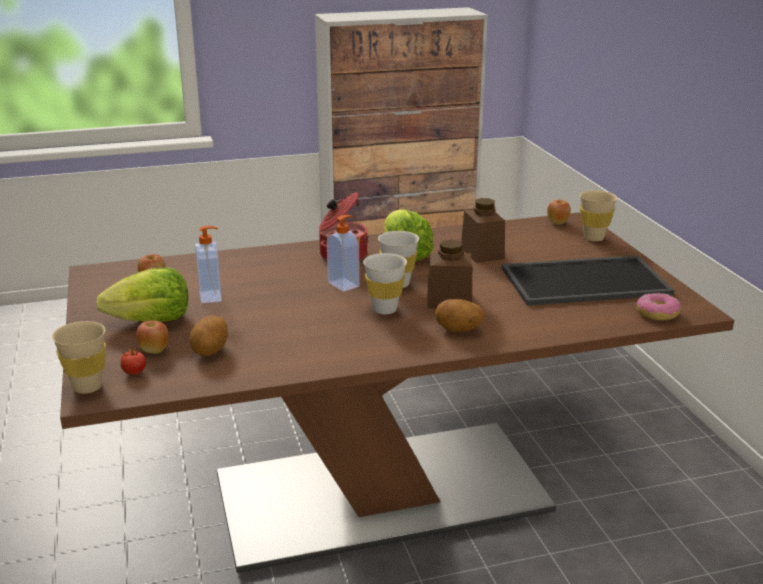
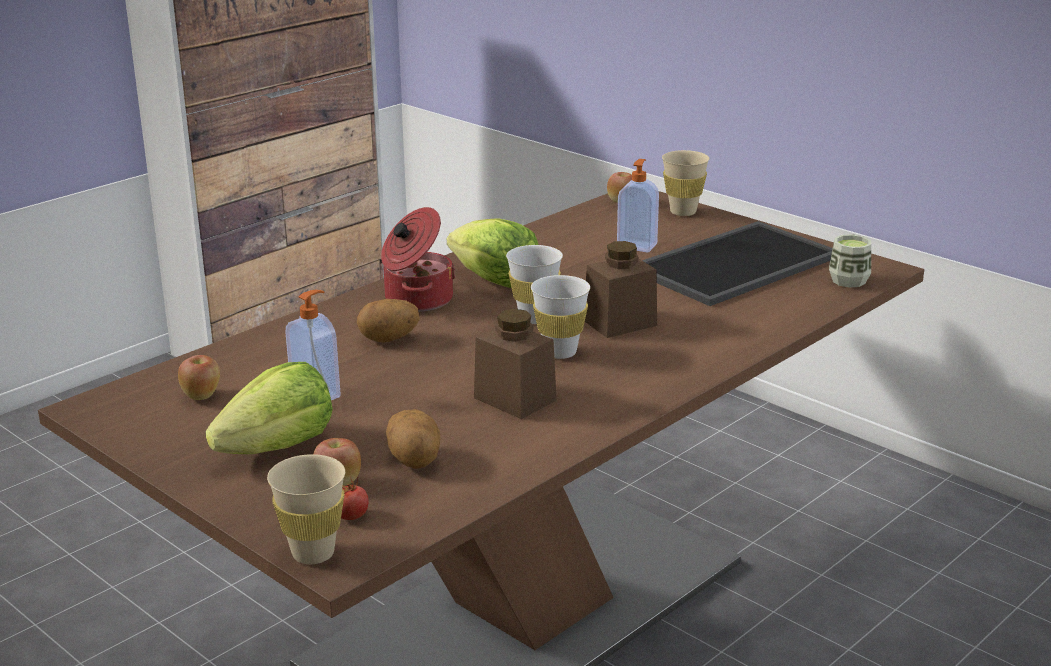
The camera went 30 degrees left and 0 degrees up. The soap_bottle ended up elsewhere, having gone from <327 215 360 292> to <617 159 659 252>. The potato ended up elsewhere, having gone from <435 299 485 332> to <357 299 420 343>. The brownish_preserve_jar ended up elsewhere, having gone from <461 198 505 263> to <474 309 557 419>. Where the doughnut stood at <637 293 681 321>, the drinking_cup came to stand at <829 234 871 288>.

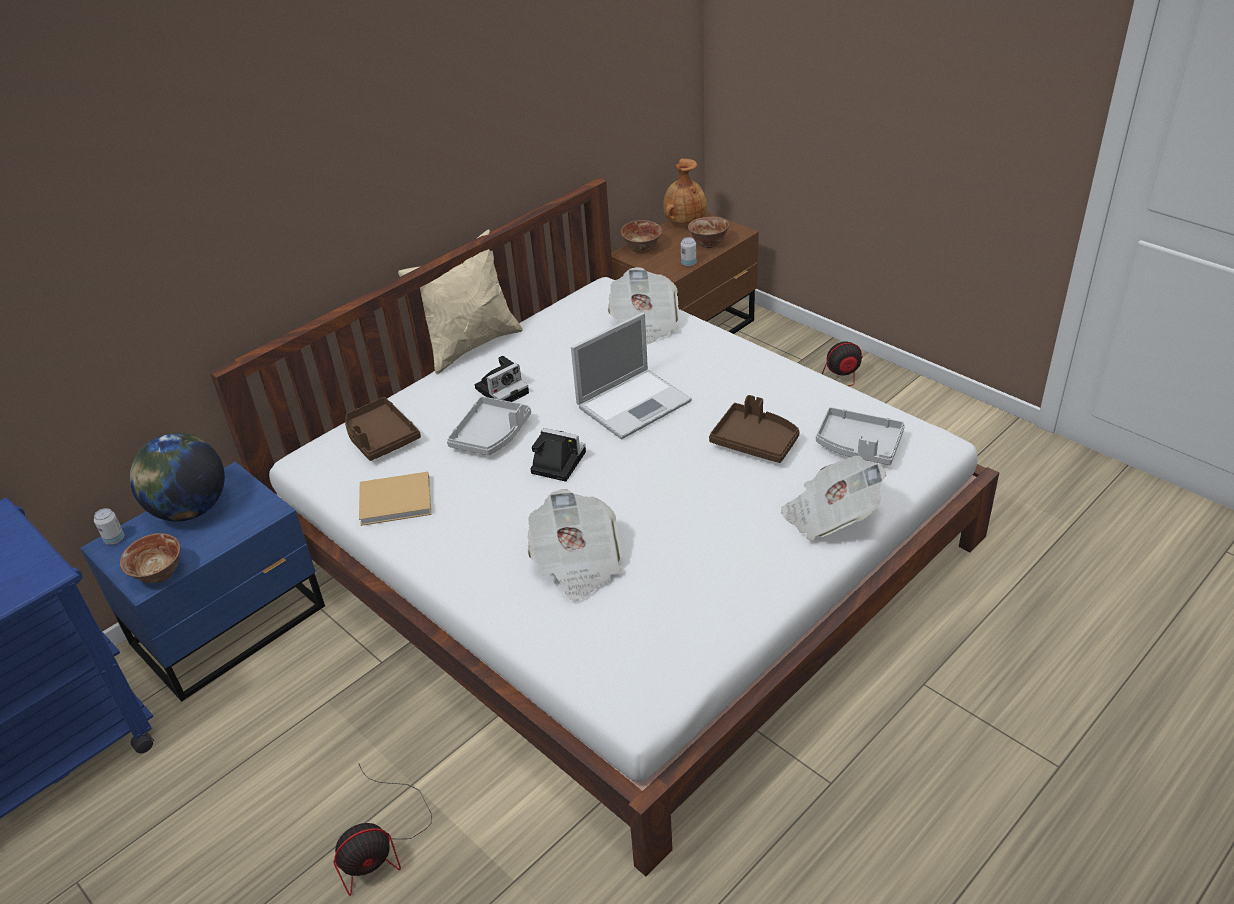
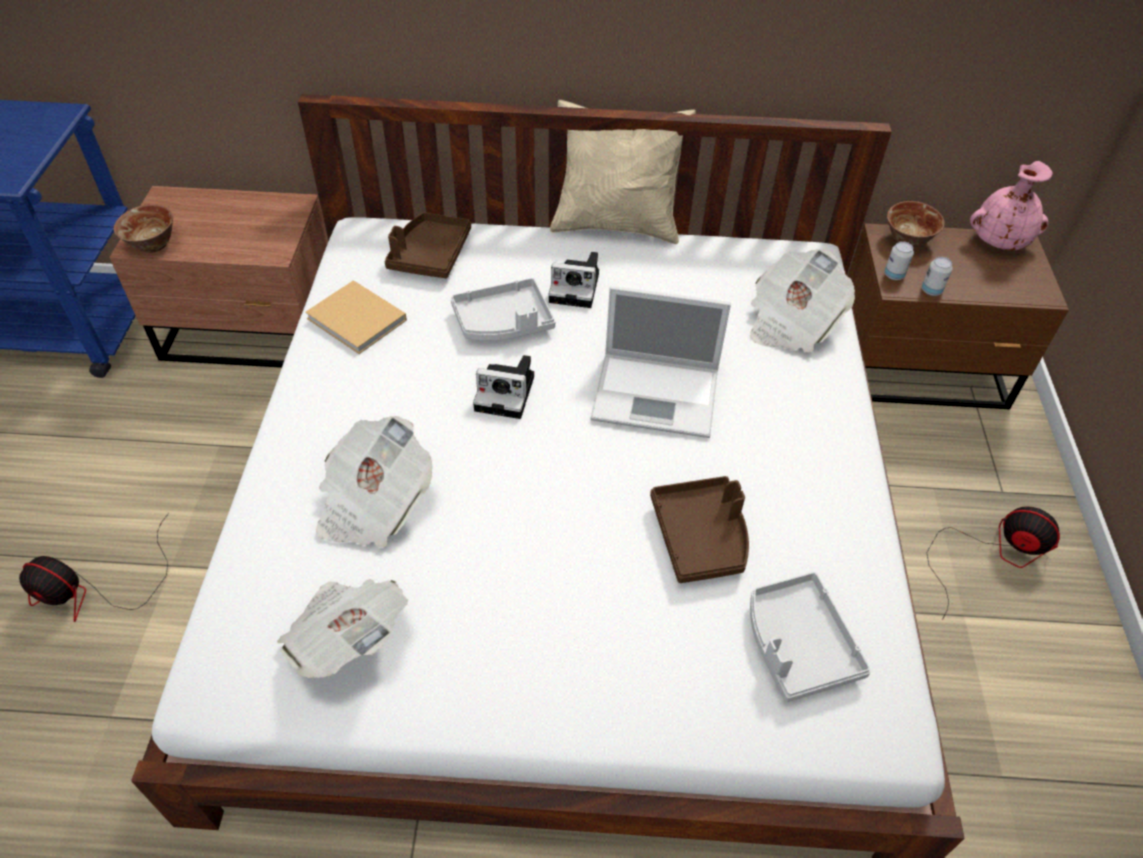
The camera went 45 degrees right and 10 degrees up. The second view lost the globe at <130 433 225 521>. The second view lost the bowl at <688 217 729 248>. The metal_can ended up elsewhere, having gone from <94 508 124 545> to <884 241 914 280>. The printed_paper ended up elsewhere, having gone from <781 456 886 541> to <277 579 408 678>. What was the blue_night_table at <80 462 325 702> turned into the brownish_night_table at <109 186 328 368>. What was the brownish_vase at <663 159 707 224> turned into the pink-coloured_vase at <970 161 1053 250>. The photo_camera at <531 428 586 482> ended up facing another way, 120 degrees clockwise from before.

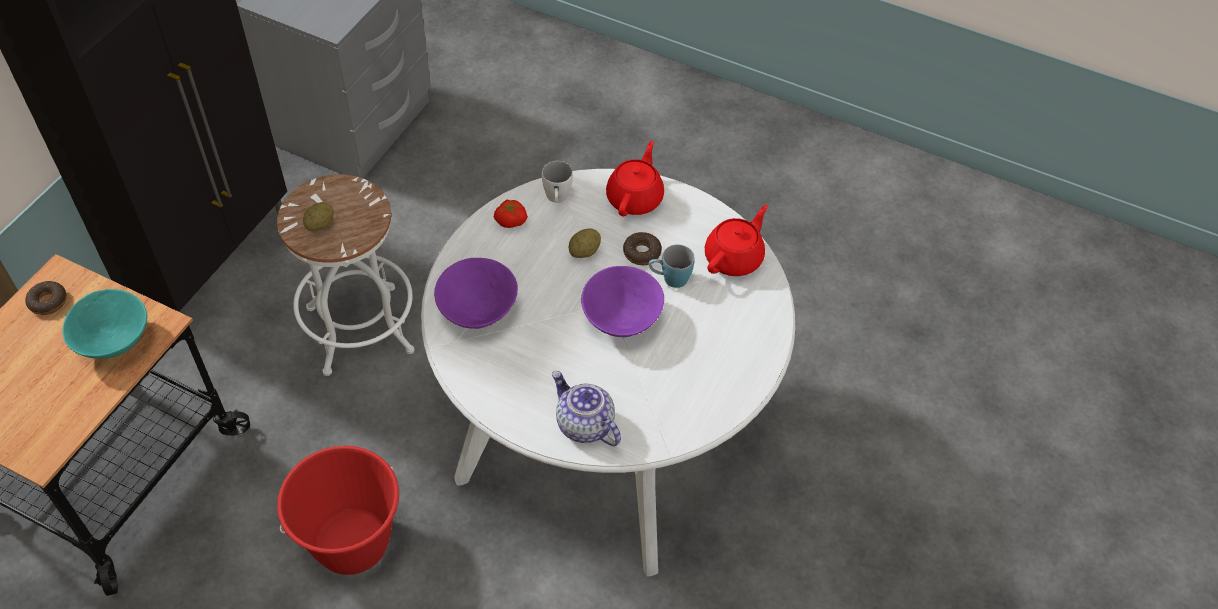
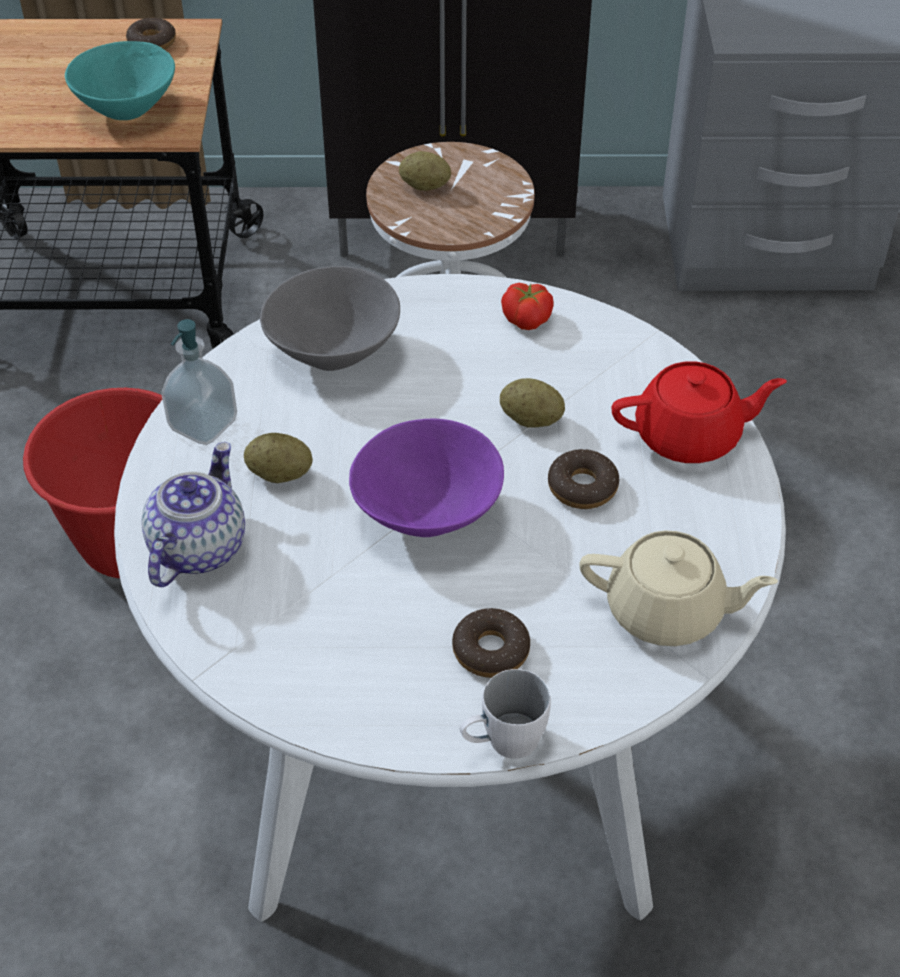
The camera went 65 degrees right and 5 degrees down. The second view lost the blue_coffee_mug at <649 244 695 288>. The second view gained the soap_bottle at <161 319 237 445>. The second view gained the potato at <244 433 313 483>. The second view gained the doughnut at <452 608 530 678>. The whitish_coffee_mug ended up elsewhere, having gone from <542 161 573 203> to <460 669 551 759>. What was the purplish_bowl at <434 258 518 329> turned into the greyish_bowl at <260 266 400 371>. What was the reddish_tea_pot at <705 205 768 276> turned into the beige-coloured_tea_pot at <580 530 778 646>.

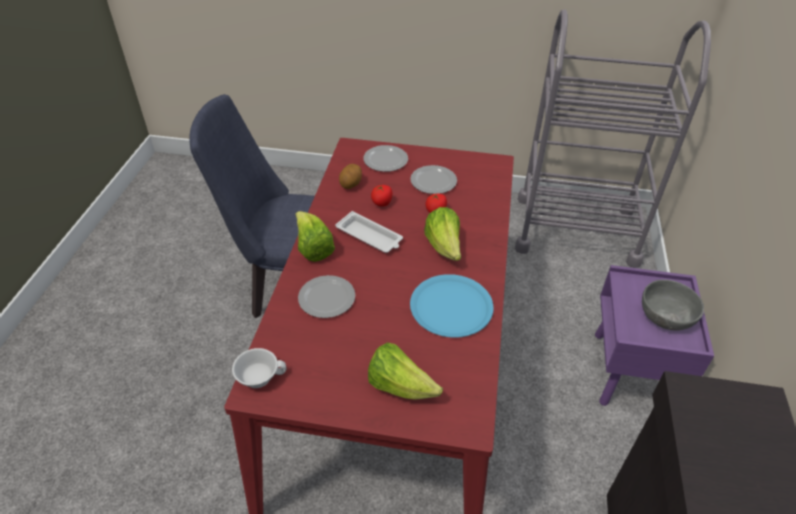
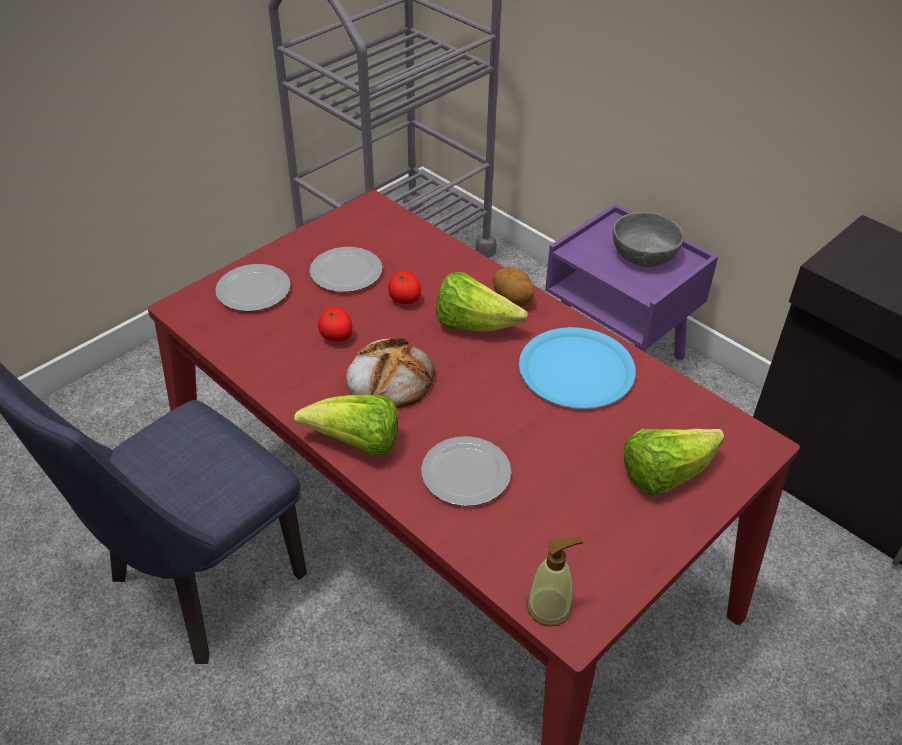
The camera went 55 degrees left and 0 degrees up. The potato ended up elsewhere, having gone from <339 164 362 189> to <493 267 534 307>. Where the whitish_drinking_cup stood at <232 348 286 388>, the soap_bottle came to stand at <526 537 583 626>. Where the whitish_carrying_tray stood at <335 211 403 253>, the bread came to stand at <346 338 435 408>.

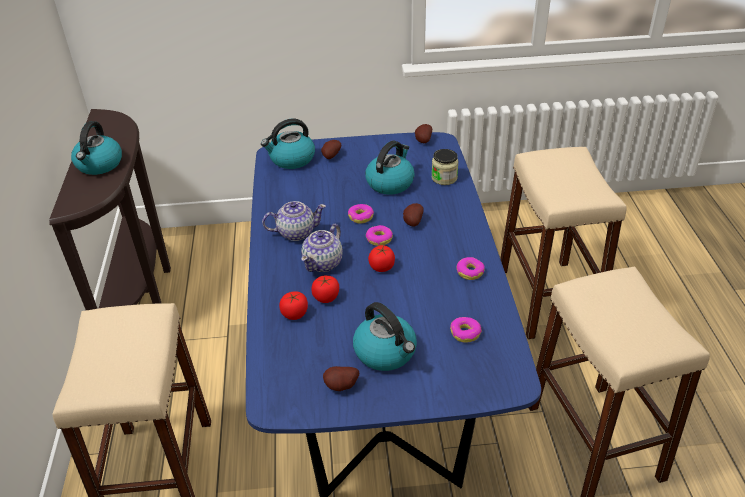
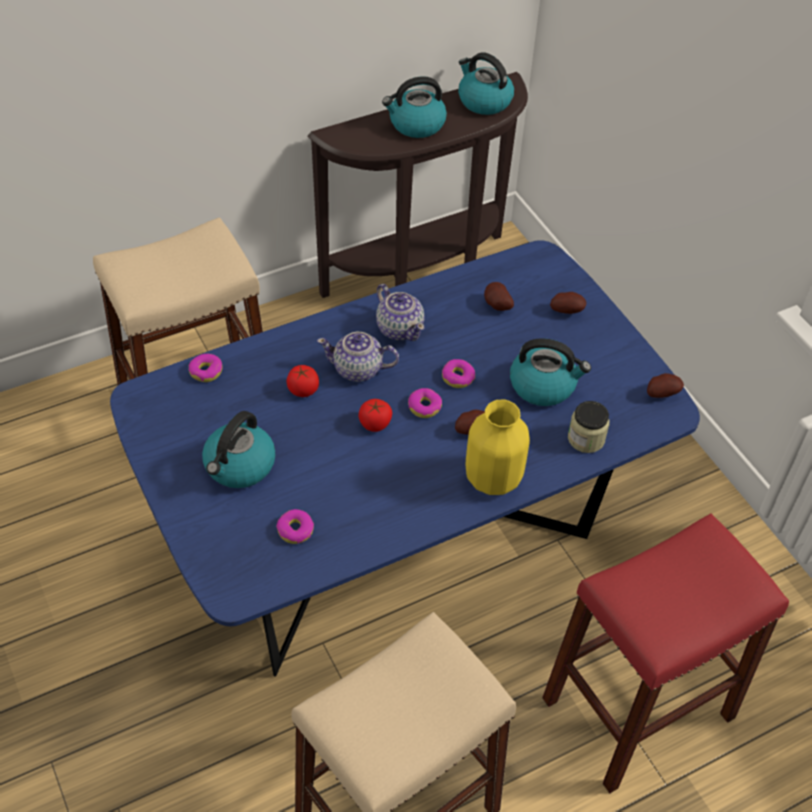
The camera went 65 degrees right and 10 degrees up. The second view lost the whole_tomato at <279 291 308 320>. The second view gained the yellow_vase at <466 400 530 495>. The water_kettle ended up elsewhere, having gone from <261 119 315 169> to <458 53 514 115>. The potato ended up elsewhere, having gone from <323 366 359 391> to <484 282 514 311>. The doughnut ended up elsewhere, having gone from <457 257 485 280> to <189 354 222 382>. What was the beige-coloured_sitting_stool at <500 147 627 339> turned into the reddish_sitting_stool at <542 513 789 793>.

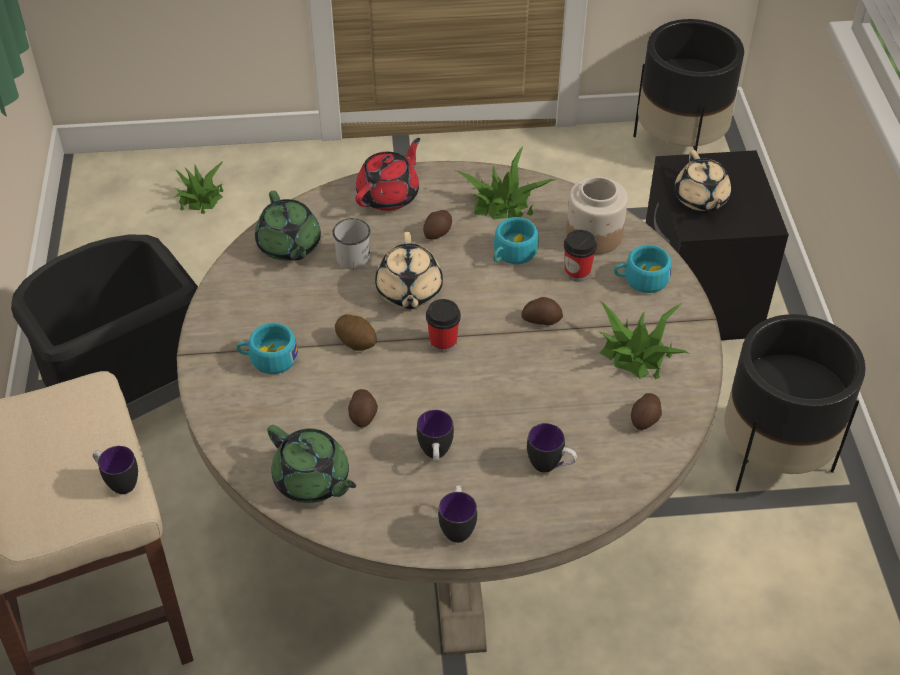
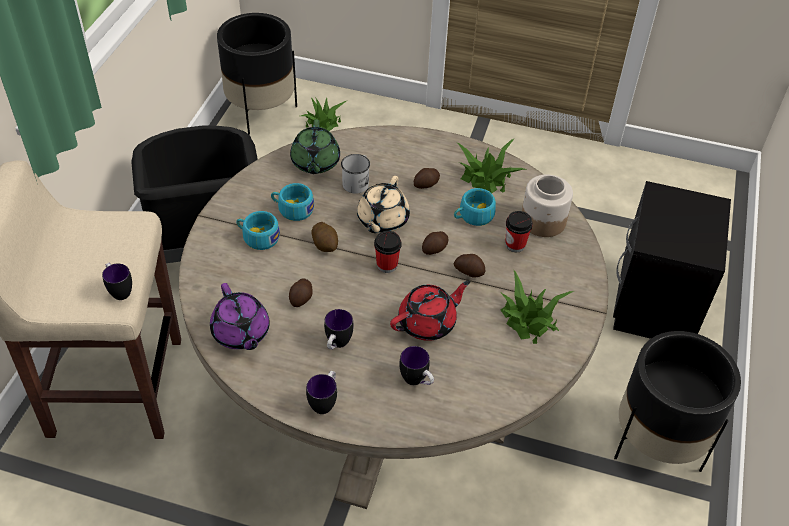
The camera went 20 degrees right and 0 degrees up. The second view lost the beige-coloured_tea_pot at <674 150 731 211>. The reddish_tea_pot ended up elsewhere, having gone from <356 138 420 211> to <390 281 470 341>. The turquoise-coloured_drinking_cup ended up elsewhere, having gone from <614 245 671 293> to <271 183 314 221>. The potato ended up elsewhere, having gone from <631 393 662 430> to <422 231 448 255>. The black-coloured_flower_pot ended up elsewhere, having gone from <633 19 744 152> to <217 13 297 135>. What was the green-coloured_tea_pot at <267 425 356 503> turned into the purplish_tea_pot at <210 283 270 350>.

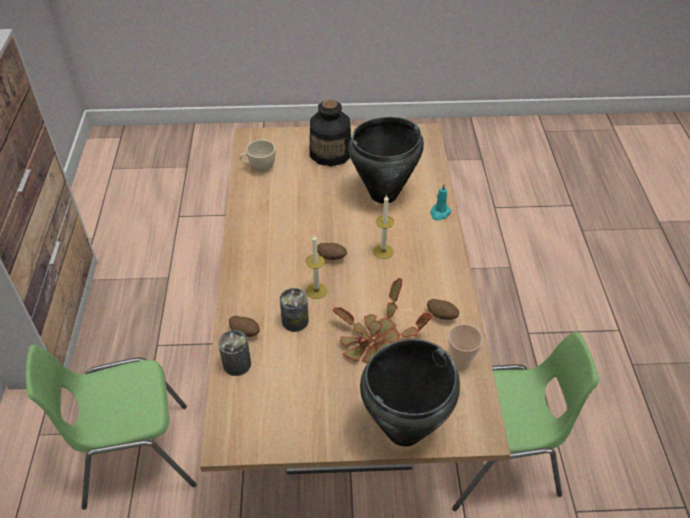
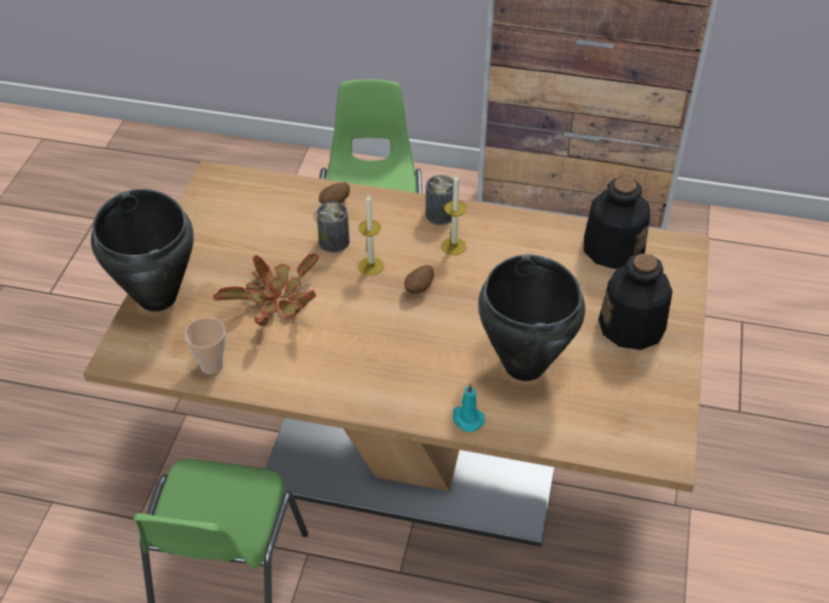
The camera went 105 degrees right and 0 degrees up. The second view lost the potato at <427 299 459 320>. The metal_can ended up elsewhere, having gone from <218 330 251 376> to <426 175 454 225>. The wax_light ended up elsewhere, having gone from <373 195 394 259> to <442 174 467 255>. Where the beige-coloured_drinking_cup stood at <240 140 275 172>, the beverage_bottle came to stand at <584 177 650 269>.

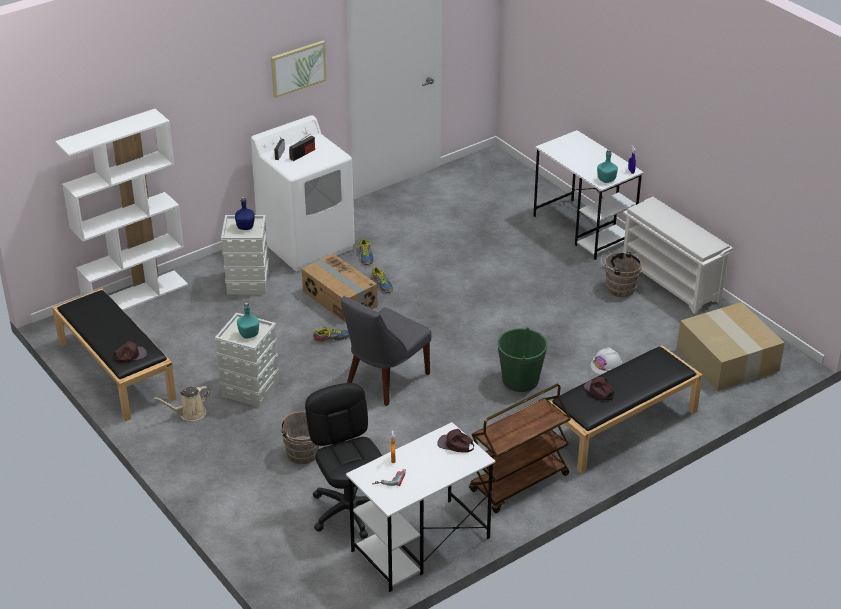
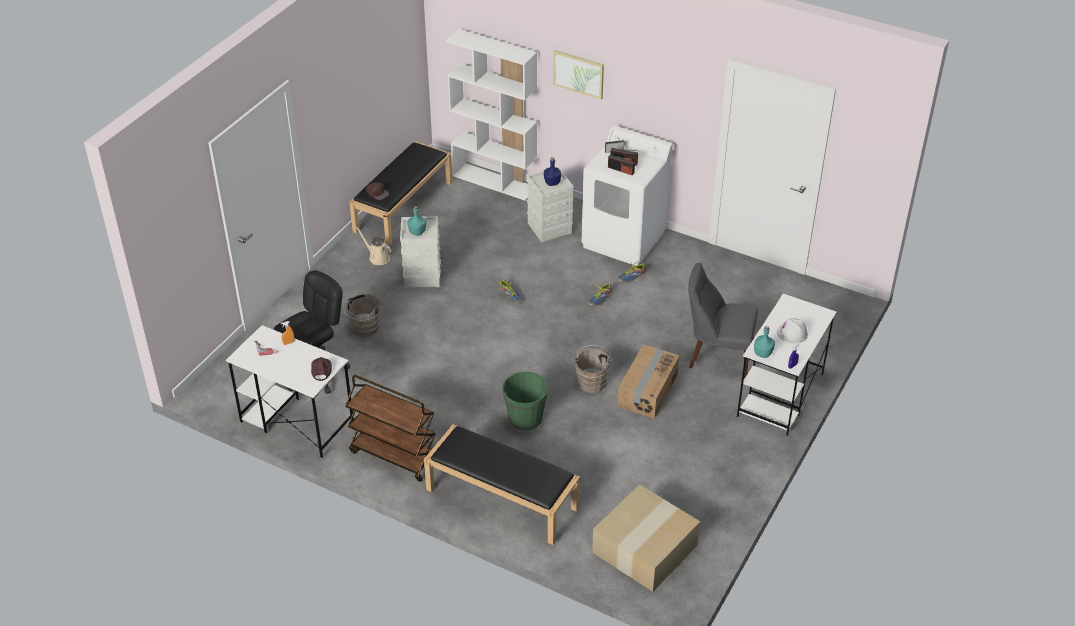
The camera went 65 degrees right and 5 degrees up. The second view lost the brownish_cap at <584 377 614 400>. The second view lost the whitish_shoe_shelf at <623 197 733 314>. The second view gained the radio_set at <608 155 635 175>. The wall_art ended up elsewhere, having gone from <271 41 327 98> to <553 50 604 99>. The packing_box ended up elsewhere, having gone from <302 254 378 323> to <618 345 680 419>. The greyish_chair ended up elsewhere, having gone from <341 296 431 406> to <688 263 758 378>. The whitish_hard_hat ended up elsewhere, having gone from <591 347 622 375> to <776 318 808 343>. The brownish_water_bucket ended up elsewhere, having gone from <601 250 642 297> to <574 345 612 393>.

